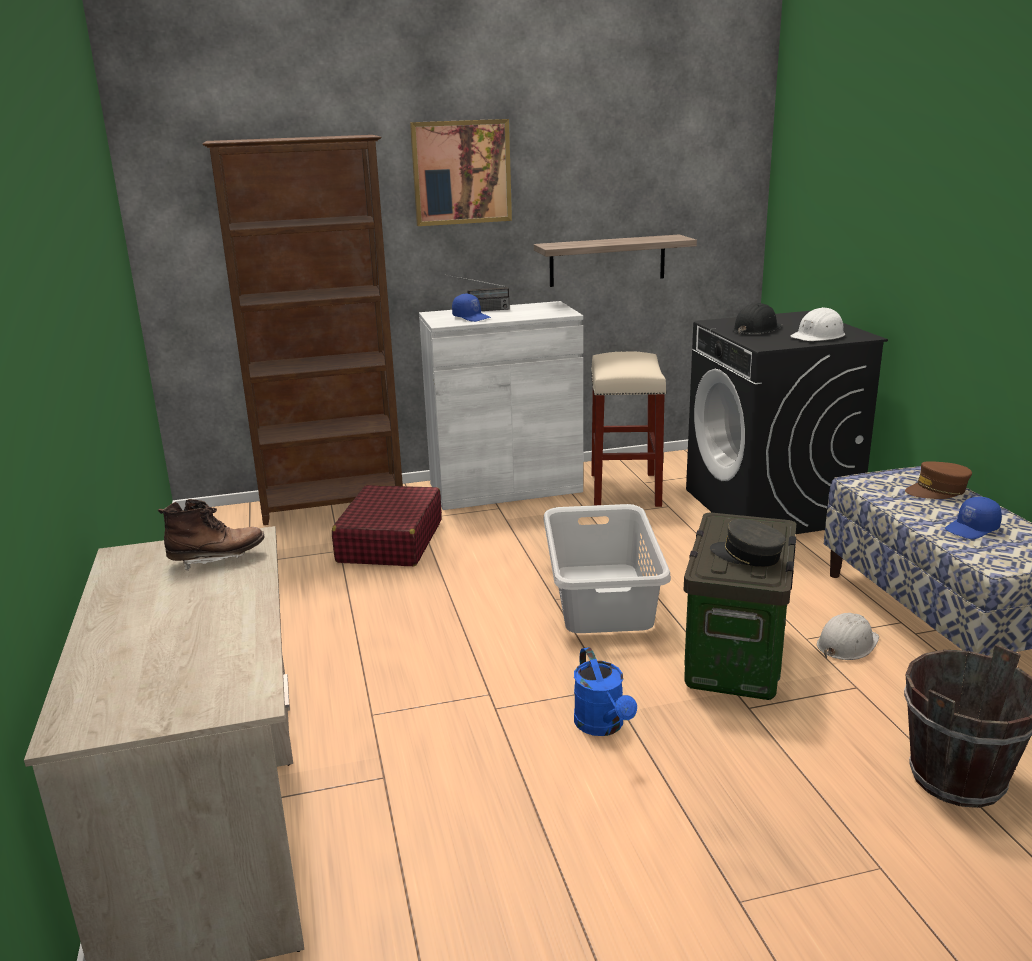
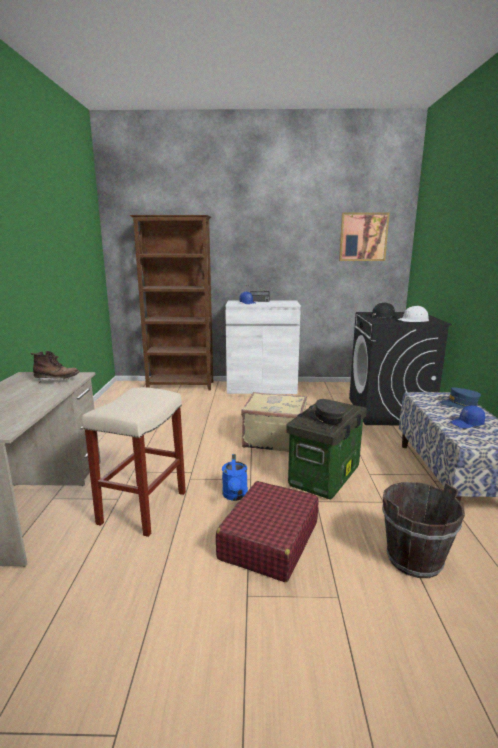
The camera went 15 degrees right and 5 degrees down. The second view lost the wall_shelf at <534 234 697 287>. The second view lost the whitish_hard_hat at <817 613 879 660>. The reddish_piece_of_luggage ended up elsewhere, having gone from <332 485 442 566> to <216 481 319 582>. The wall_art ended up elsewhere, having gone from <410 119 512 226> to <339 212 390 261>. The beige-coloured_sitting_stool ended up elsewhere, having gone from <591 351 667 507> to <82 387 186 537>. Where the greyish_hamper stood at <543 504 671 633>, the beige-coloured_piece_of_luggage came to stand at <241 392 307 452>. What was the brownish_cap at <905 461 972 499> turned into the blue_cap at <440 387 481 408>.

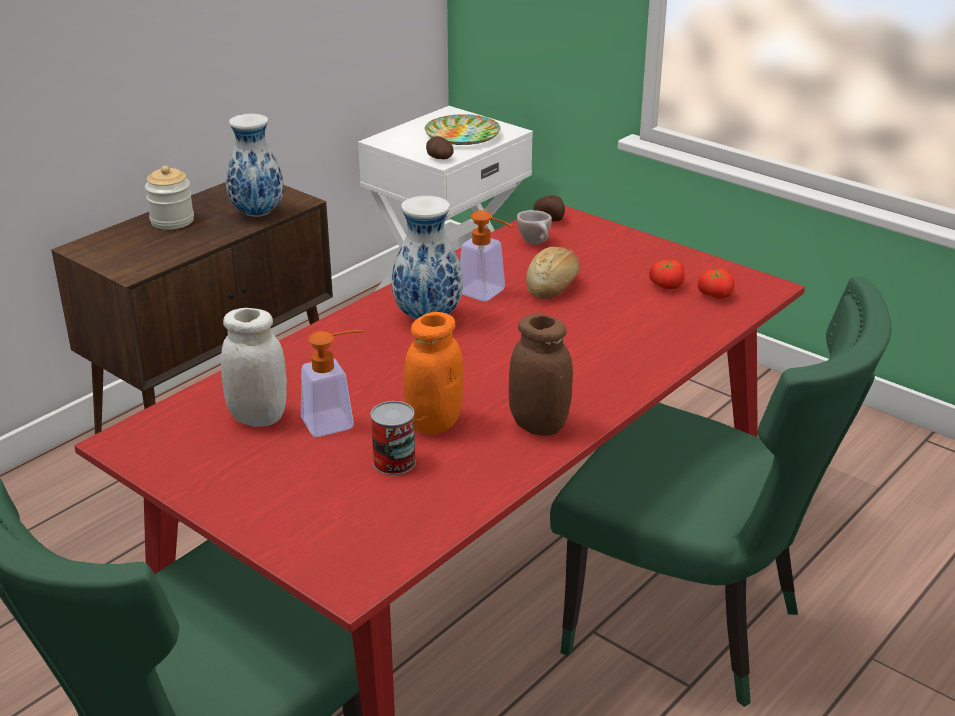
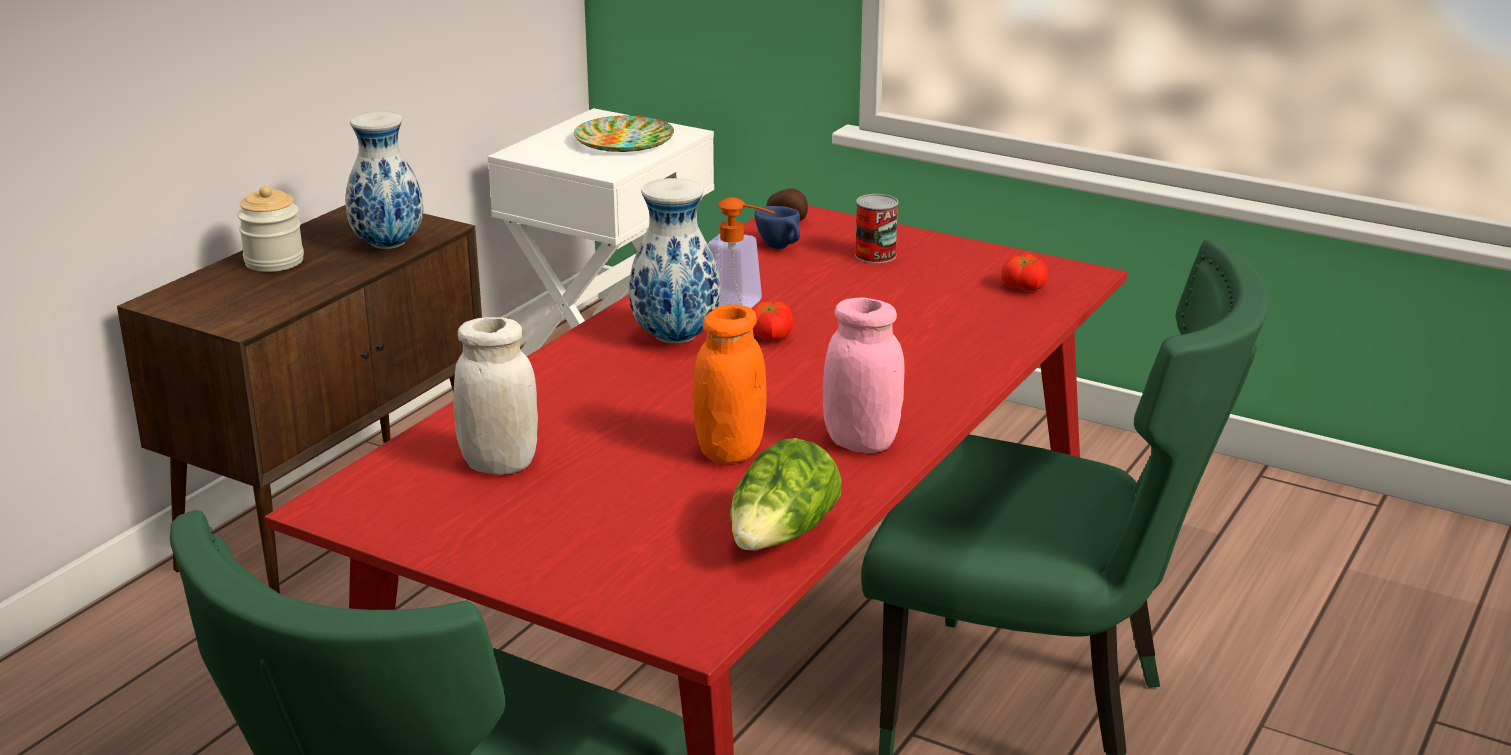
The camera went 10 degrees left and 5 degrees down. The second view lost the soap_bottle at <301 330 363 437>. The second view lost the potato at <426 136 454 160>. The second view lost the bread at <526 247 579 299>. The second view gained the lettuce_head at <730 438 842 551>. The metal_can ended up elsewhere, having gone from <370 401 416 475> to <855 194 898 263>. The whole_tomato ended up elsewhere, having gone from <649 260 685 289> to <751 301 793 340>. What was the brownish_preserve_jar at <509 314 573 436> turned into the pink-coloured_preserve_jar at <823 298 905 453>. What was the beige-coloured_drinking_cup at <517 210 552 245> turned into the blue_drinking_cup at <755 206 800 249>.

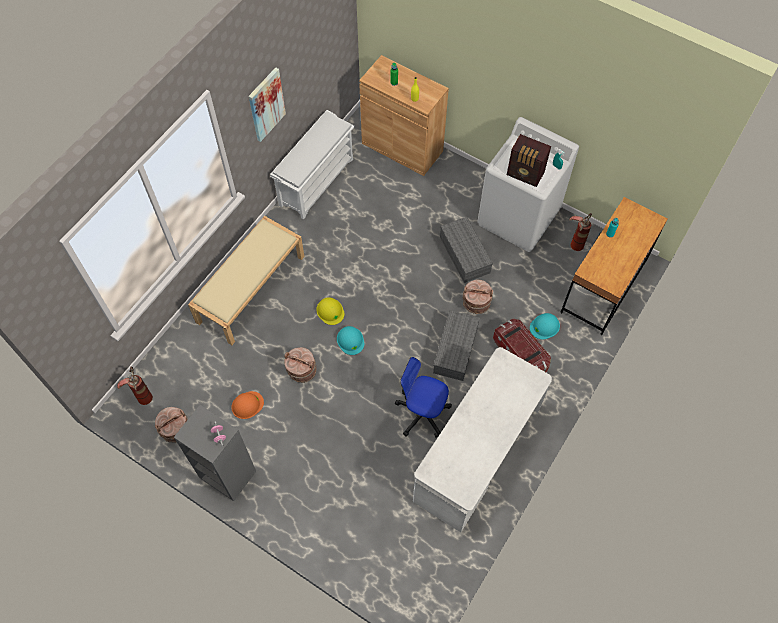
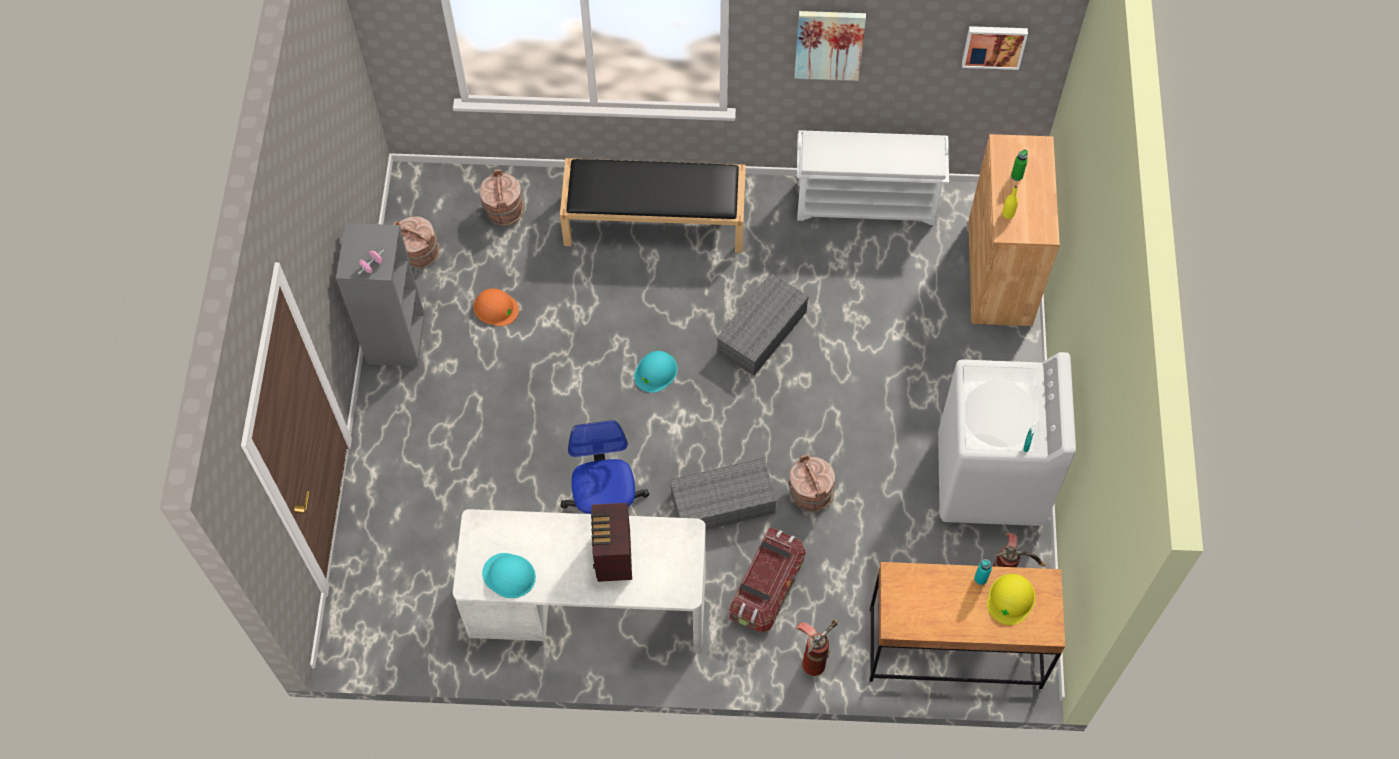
The camera went 60 degrees right and 0 degrees up. The second view gained the wall_art at <962 26 1028 70>. The fire-fighting_cylinder ended up elsewhere, having gone from <117 367 153 405> to <796 620 838 676>. The brownish_water_bucket ended up elsewhere, having gone from <284 347 316 383> to <480 169 524 226>. The yellow_hard_hat ended up elsewhere, having gone from <316 297 344 325> to <987 574 1035 625>. The greyish_storage_bin ended up elsewhere, having gone from <440 217 493 283> to <717 273 809 376>. The radio_set ended up elsewhere, having gone from <507 134 551 187> to <591 503 632 582>. The turquoise-coloured_hard_hat ended up elsewhere, having gone from <530 313 560 339> to <482 553 536 598>. What was the beige-coloured_bench at <188 216 304 345> turned into the black-coloured_bench at <560 158 746 253>.

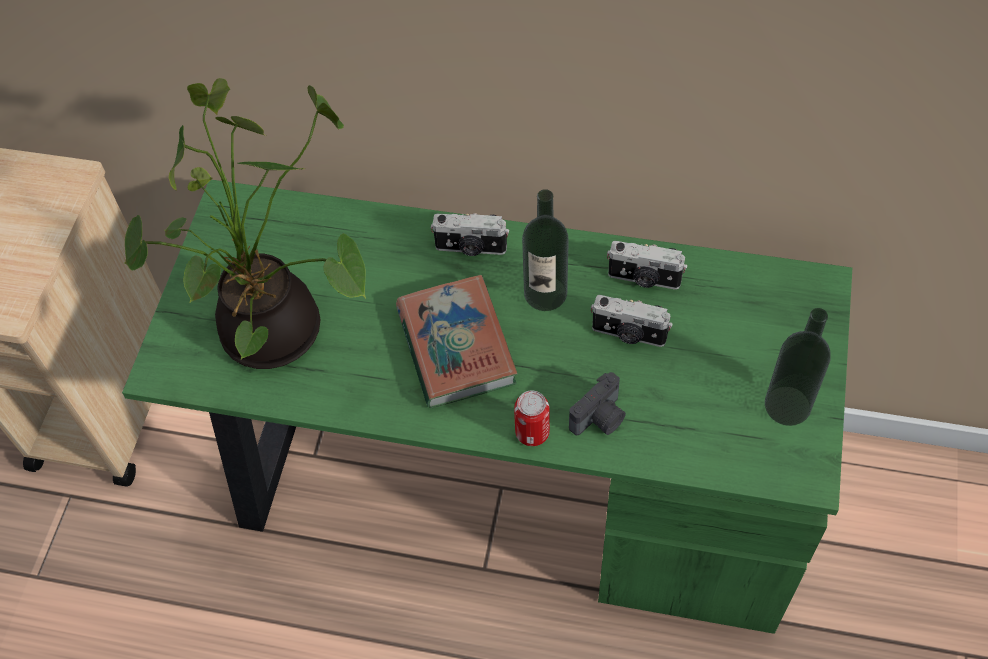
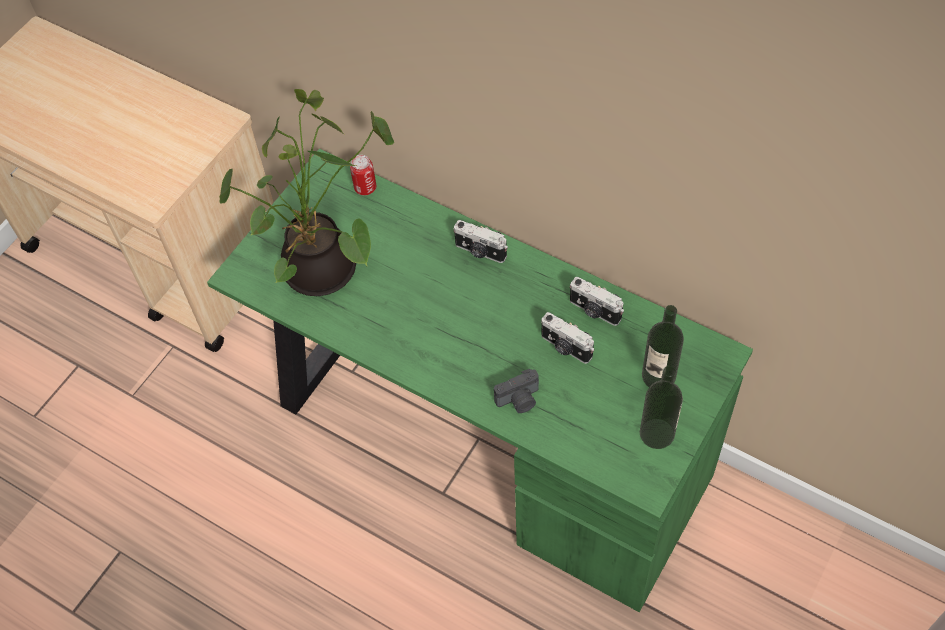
The camera went 20 degrees right and 0 degrees up. The second view lost the volume at <396 275 518 408>. The metal_can ended up elsewhere, having gone from <514 390 550 446> to <350 155 376 195>. The beverage_bottle ended up elsewhere, having gone from <522 189 569 311> to <642 305 684 387>.

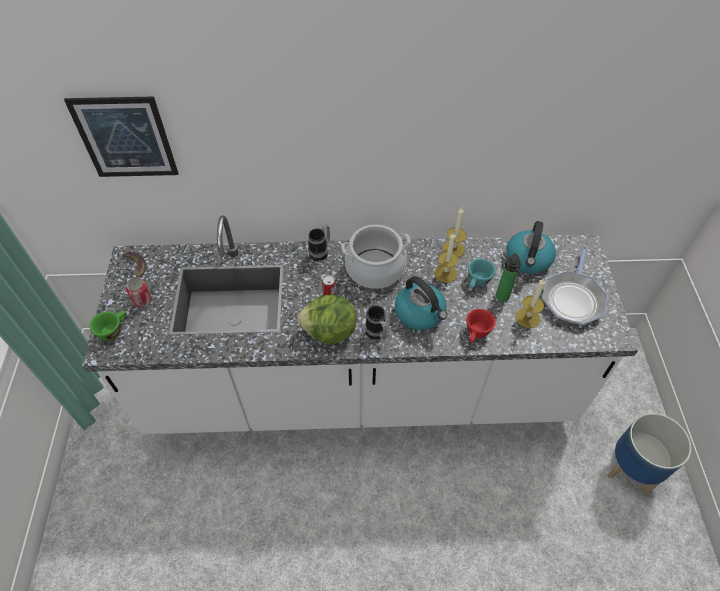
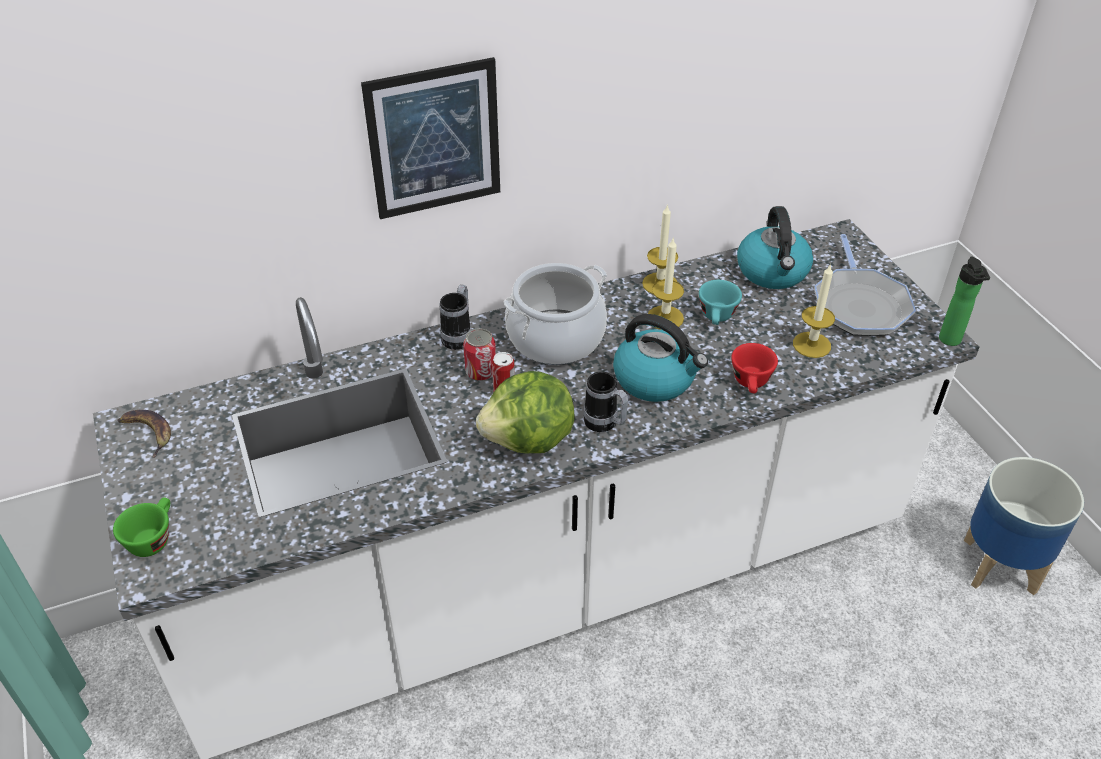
The camera went 20 degrees left and 10 degrees down. The wall_art ended up elsewhere, having gone from <64 97 179 177> to <361 57 500 219>. The metal_can ended up elsewhere, having gone from <126 278 152 308> to <463 328 496 381>. The beverage_bottle ended up elsewhere, having gone from <496 253 521 302> to <939 256 990 346>.

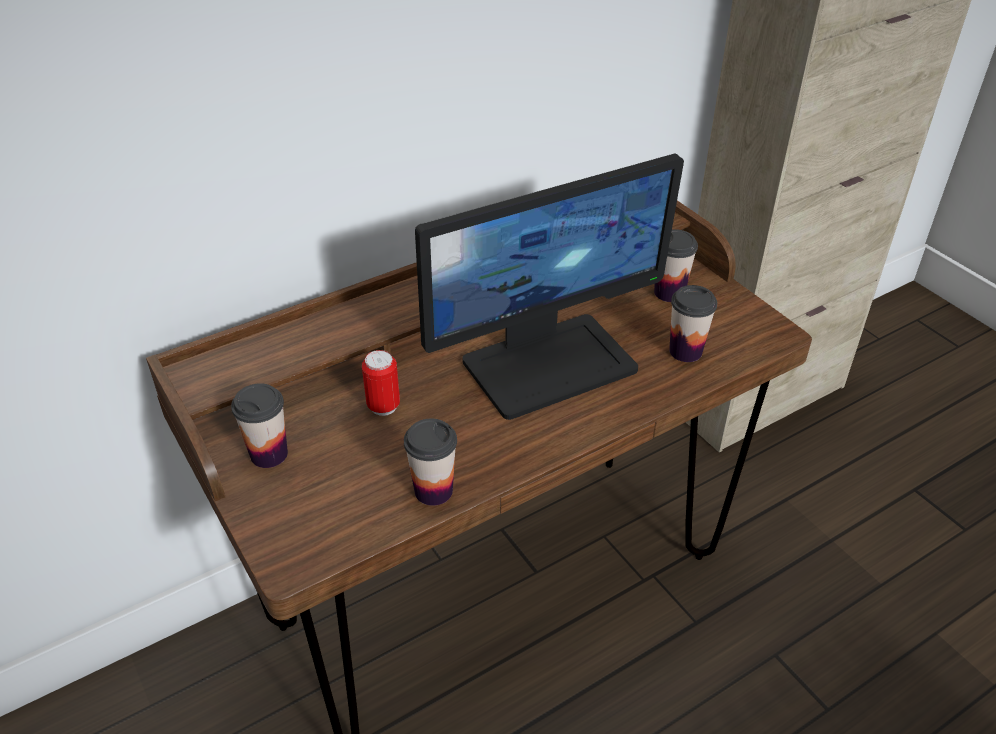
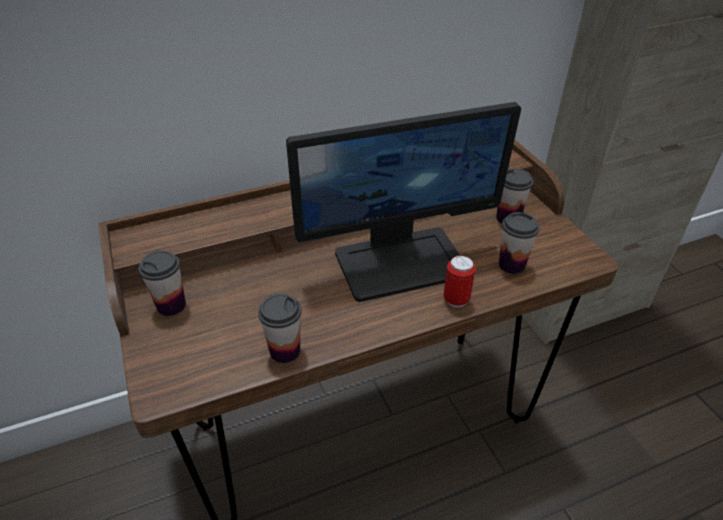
The camera went 10 degrees right and 0 degrees up. The metal_can ended up elsewhere, having gone from <362 350 400 416> to <444 255 476 308>.

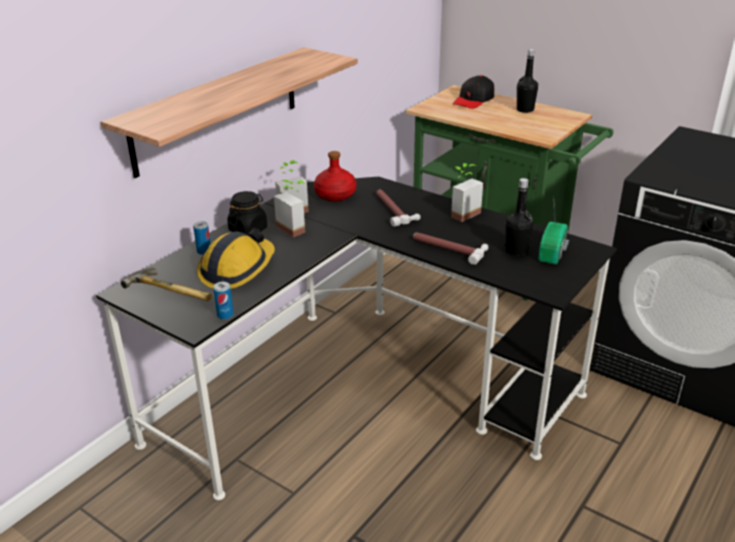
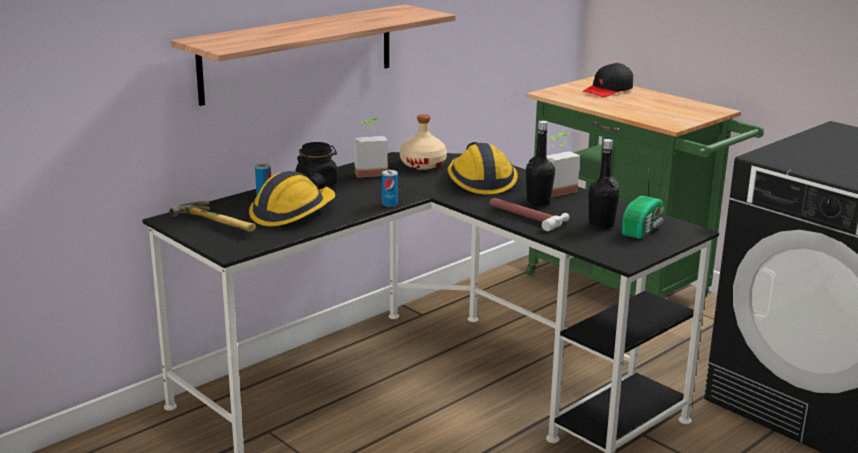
The camera went 10 degrees right and 10 degrees down. The second view lost the houseplant at <274 180 305 238>. The metal_can ended up elsewhere, having gone from <213 282 234 320> to <382 170 398 207>. The black-coloured_beverage_bottle ended up elsewhere, having gone from <517 49 538 113> to <526 120 555 206>. Where the hammer stood at <377 190 421 227>, the hard_hat came to stand at <448 142 518 194>. What was the reddish_beverage_bottle at <314 151 357 201> turned into the beige-coloured_beverage_bottle at <400 114 447 170>.

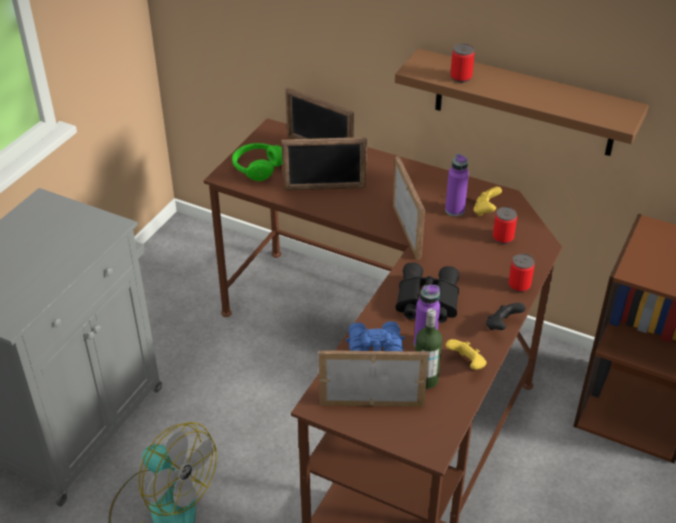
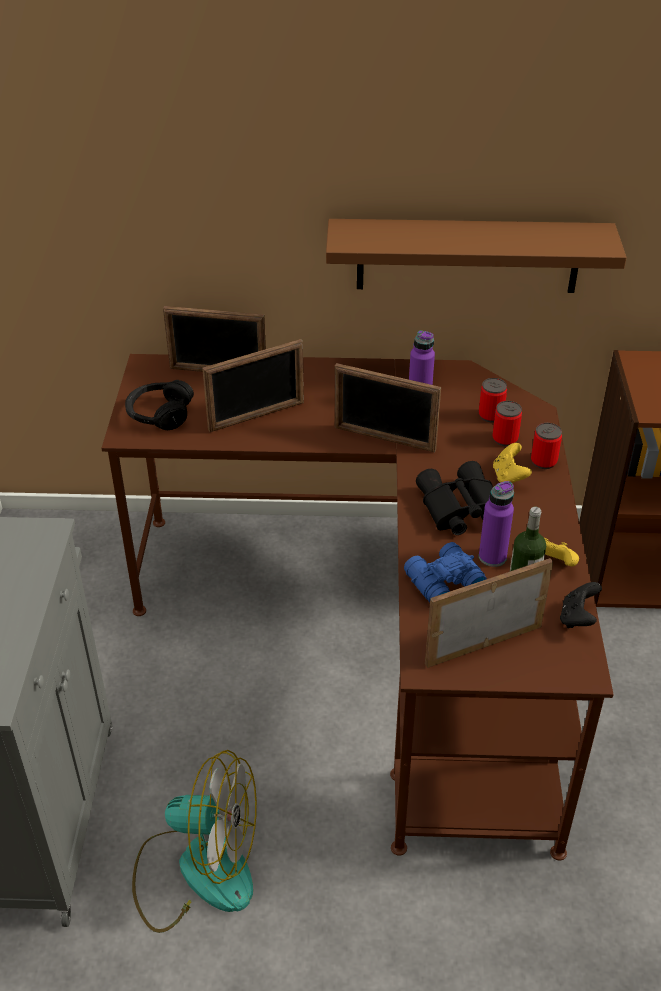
The camera went 25 degrees left and 0 degrees up. The metal_can ended up elsewhere, having gone from <450 44 475 83> to <492 401 522 446>. The yellow_game_controller ended up elsewhere, having gone from <474 187 502 216> to <493 443 532 483>. The black-coloured_game_controller ended up elsewhere, having gone from <486 303 526 330> to <560 582 602 628>. What was the green-coloured_pair_of_headphones at <232 143 282 181> turned into the black-coloured_pair_of_headphones at <125 380 194 430>. The standing_frame at <393 157 425 260> ended up facing another way, 150 degrees clockwise from before.

